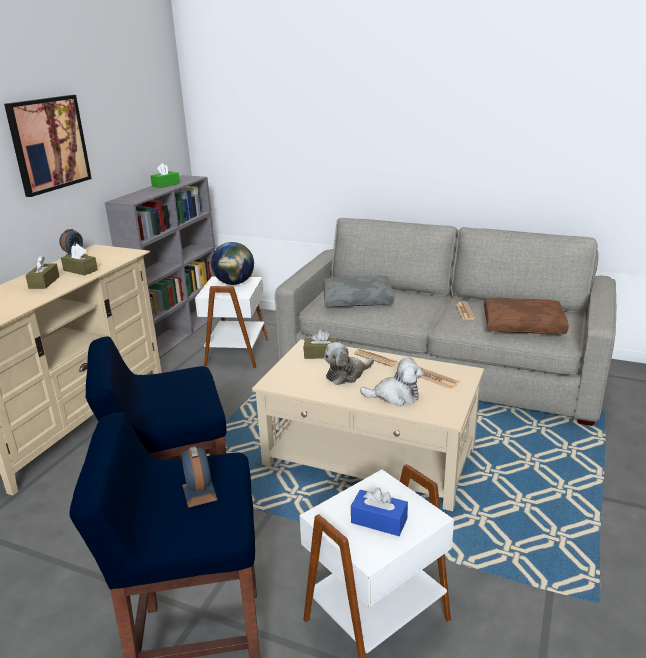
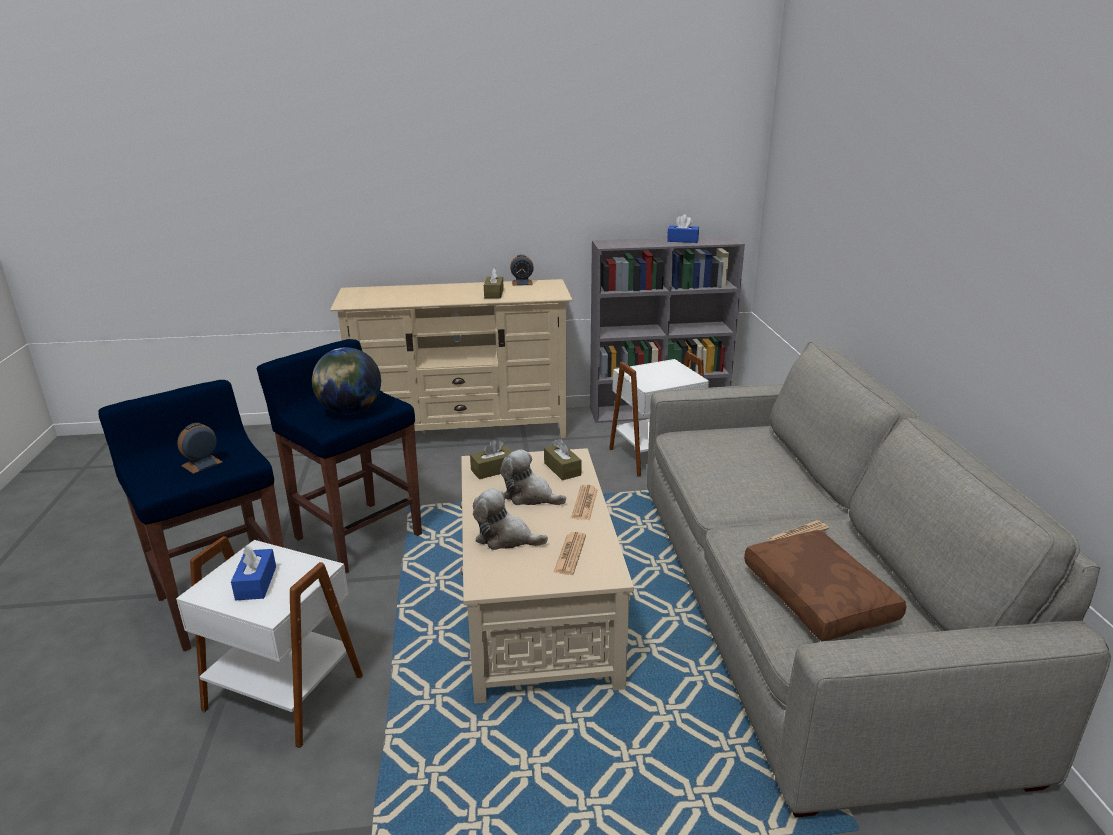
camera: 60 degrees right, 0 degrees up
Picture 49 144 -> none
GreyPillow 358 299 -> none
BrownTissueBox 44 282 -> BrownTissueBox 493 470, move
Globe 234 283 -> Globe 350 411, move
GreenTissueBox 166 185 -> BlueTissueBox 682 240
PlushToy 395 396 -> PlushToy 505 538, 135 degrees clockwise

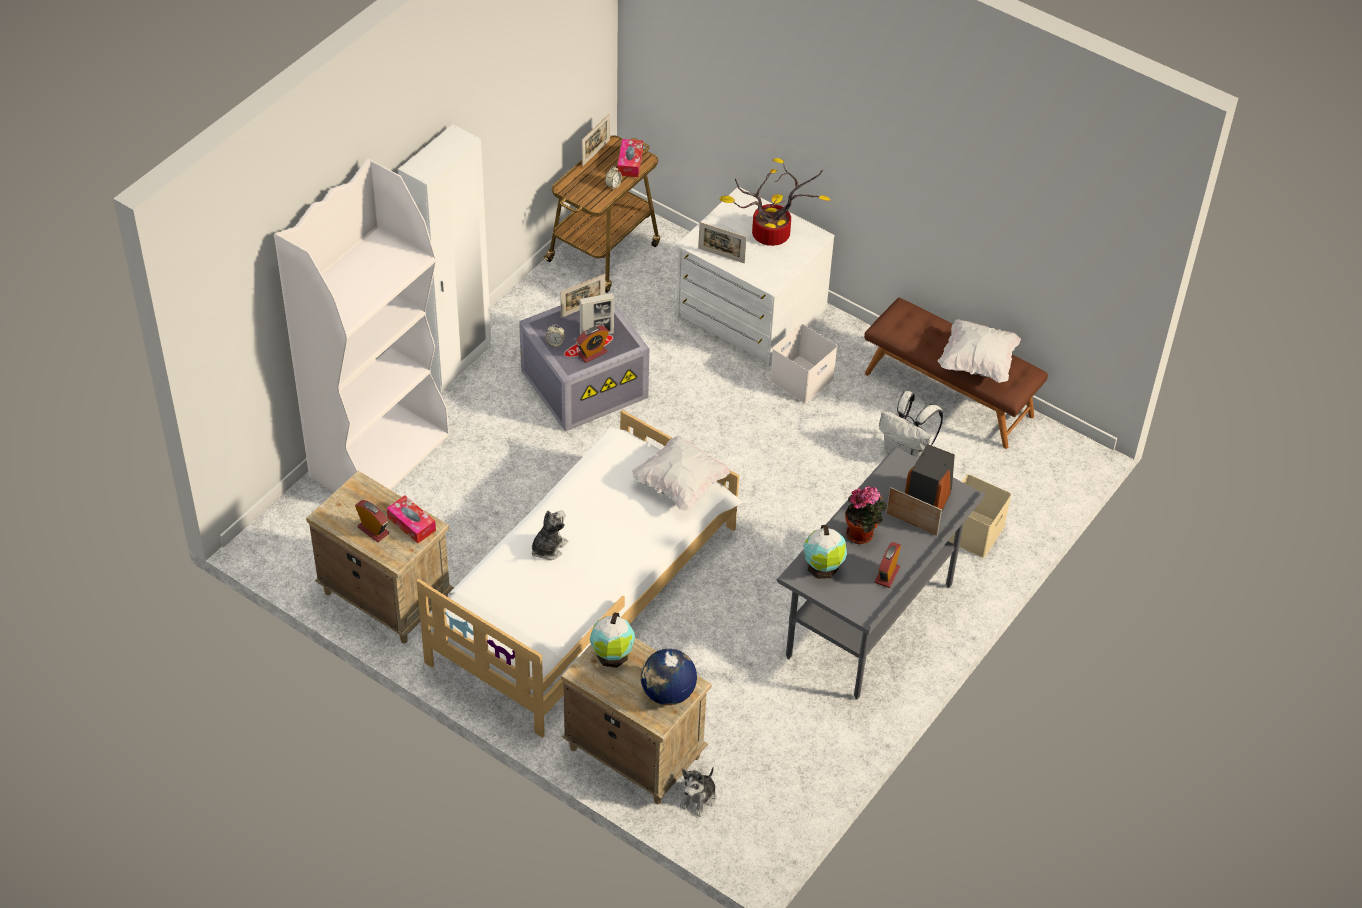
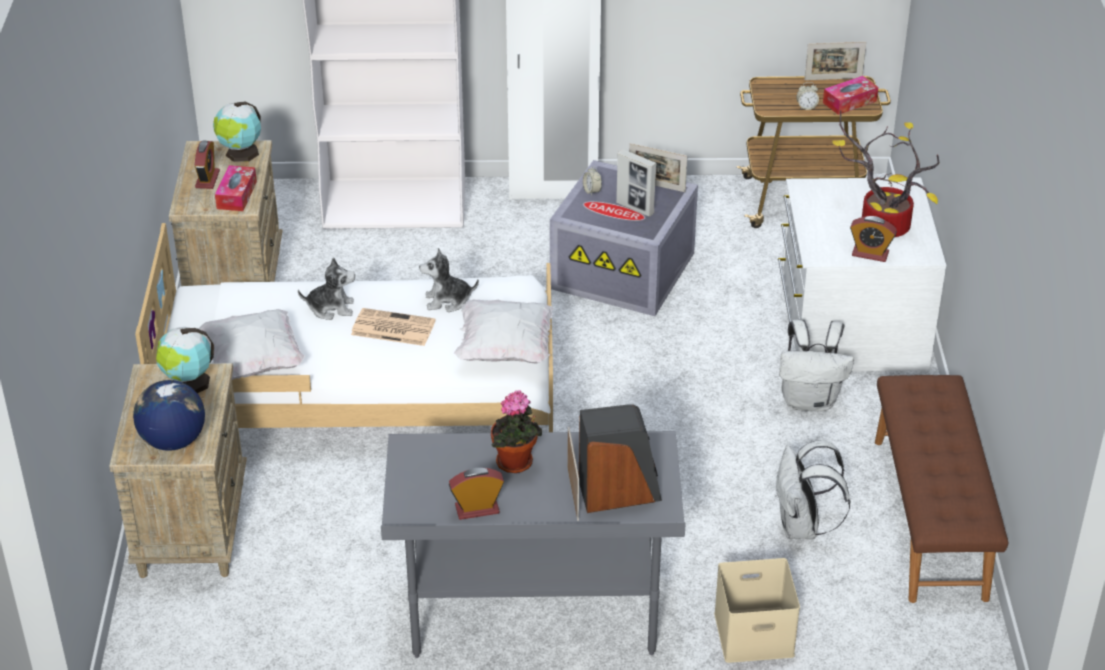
camera: 55 degrees right, 10 degrees down
PictureFrame 721 255 -> none
none -> Newspaper 392 328
AlarmClock 592 353 -> AlarmClock 870 254, move
PlushToy 699 798 -> PlushToy 447 301, move
Globe 823 568 -> Globe 240 153, move
WhitePillow 977 363 -> WhitePillow 253 362, move
WhiteStorageBox 801 378 -> WhiteBackpack 810 401

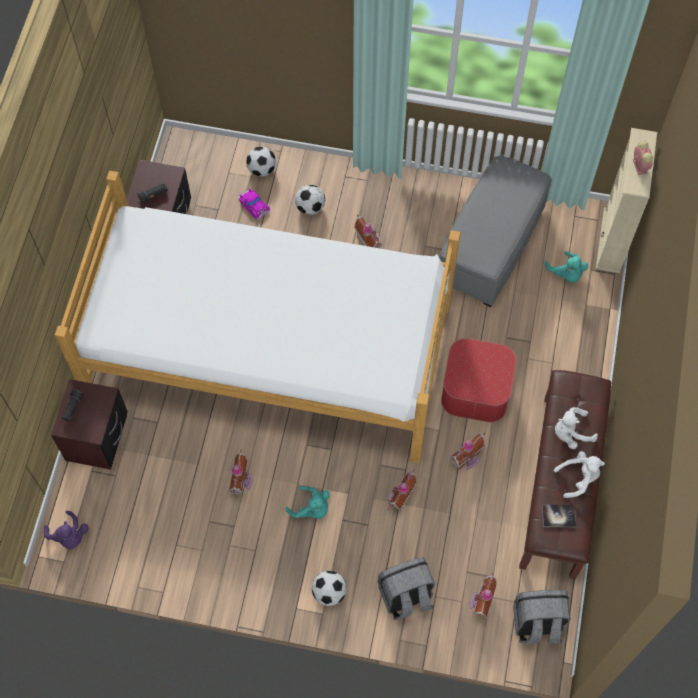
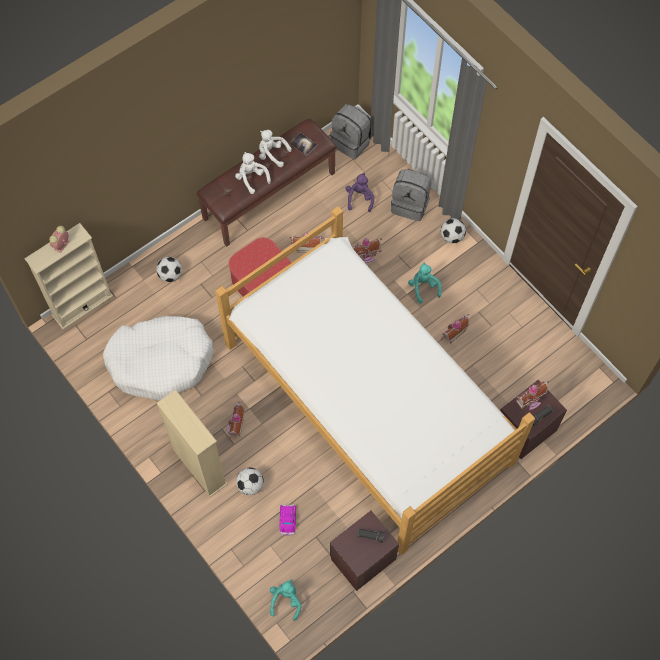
camera: 140 degrees left, 0 degrees up
none -> BeigeBookcase 199 466
PurplePlushToy 69 536 -> PurplePlushToy 359 198, move
Football 262 169 -> Football 170 275, move
ToyHouse 480 602 -> ToyHouse 530 402, move
TurquoisePlushToy 566 274 -> TurquoisePlushToy 286 600, move
GreyOttoman 490 246 -> WhiteDogBed 161 361
WhitePlushToy 571 433 -> WhitePlushToy 251 178, 150 degrees counterclockwise

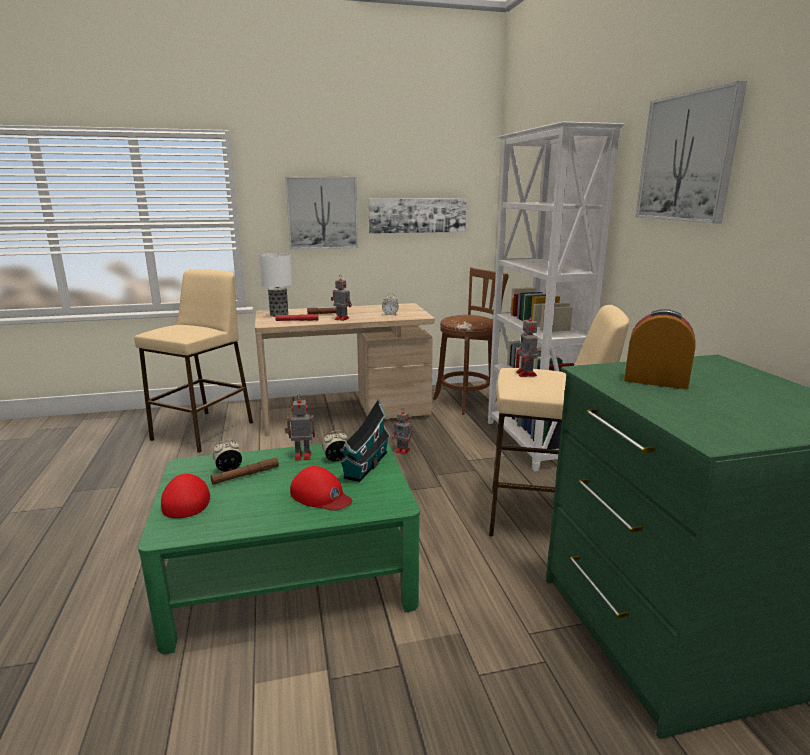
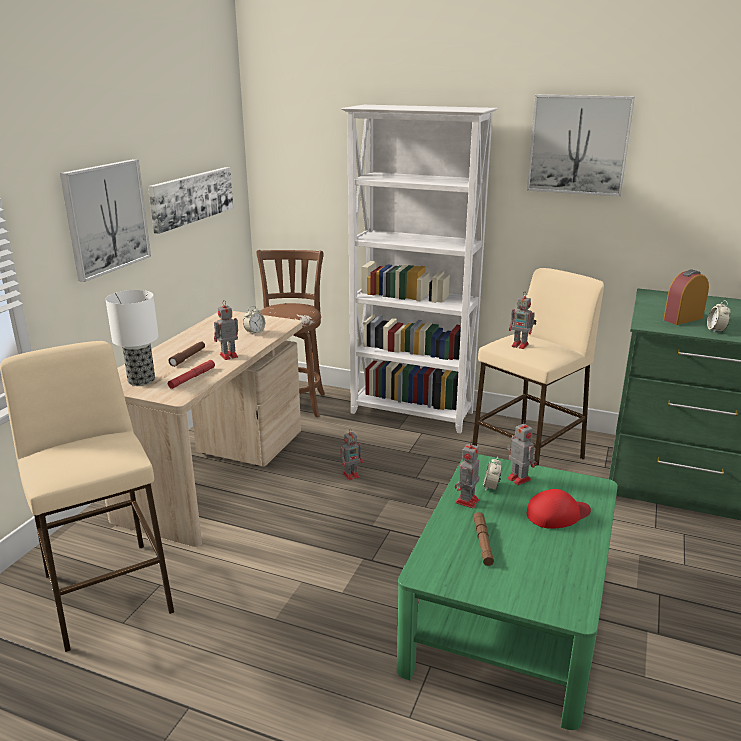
camera: 55 degrees left, 5 degrees up
RedCap 187 499 -> none
AlarmClock 228 469 -> AlarmClock 716 330, move
ToyHouse 365 466 -> ToyRobot 518 478

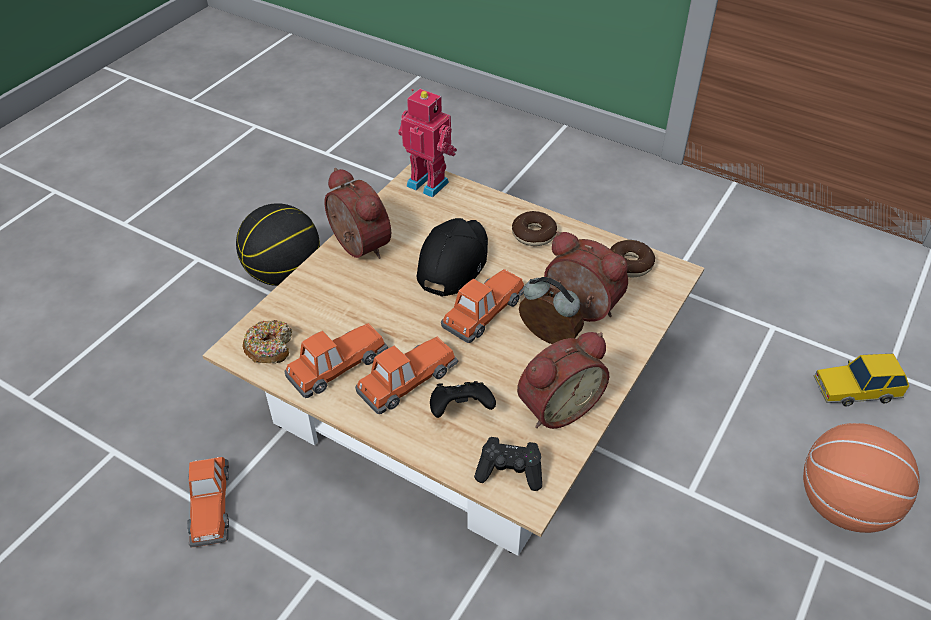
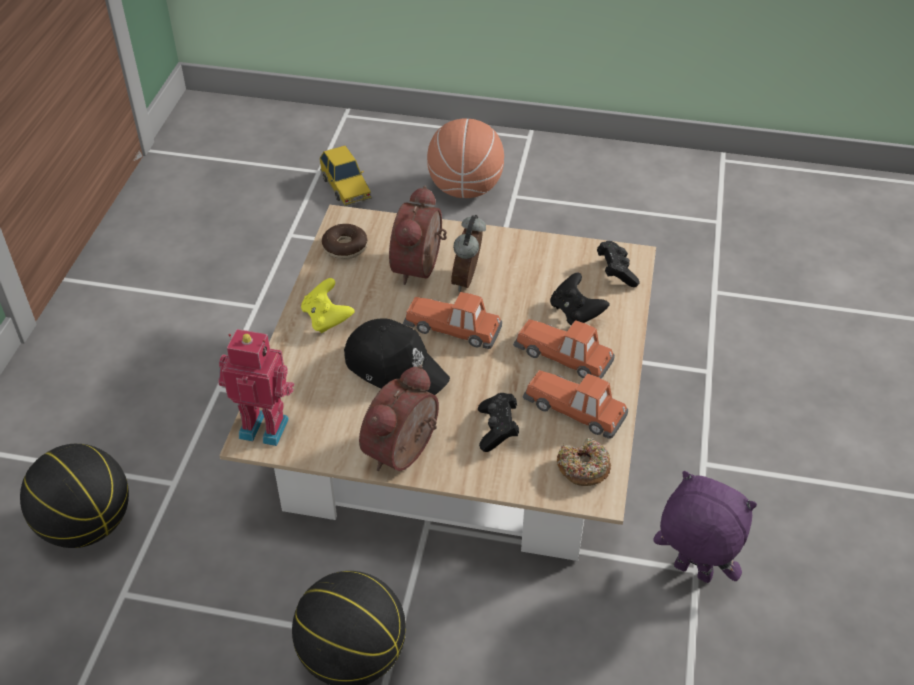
camera: 110 degrees left, 0 degrees up
AlarmClock 556 406 -> none
none -> Basketball 87 524
none -> BlackGameController 497 429
ToyCar 209 504 -> PurplePlushToy 691 573
Donut 533 234 -> YellowGameController 327 318
ToyRobot 429 182 -> ToyRobot 265 425, 90 degrees clockwise
BlackCap 453 262 -> BlackCap 395 367, 150 degrees counterclockwise

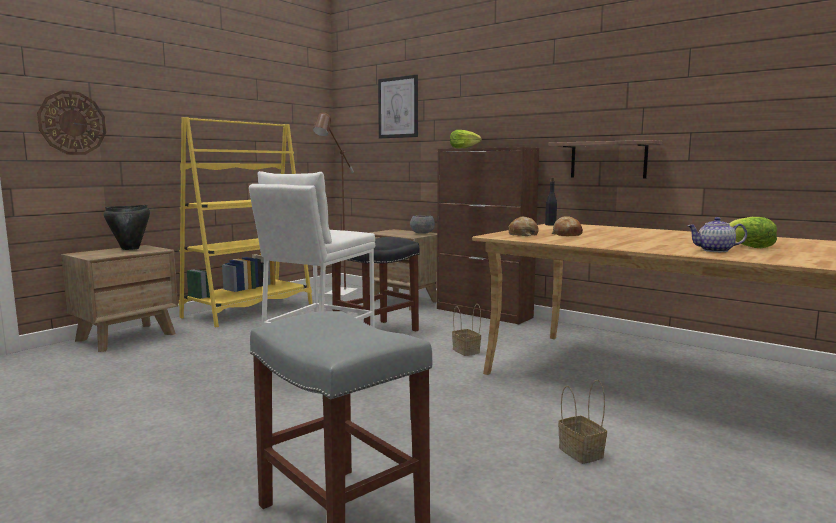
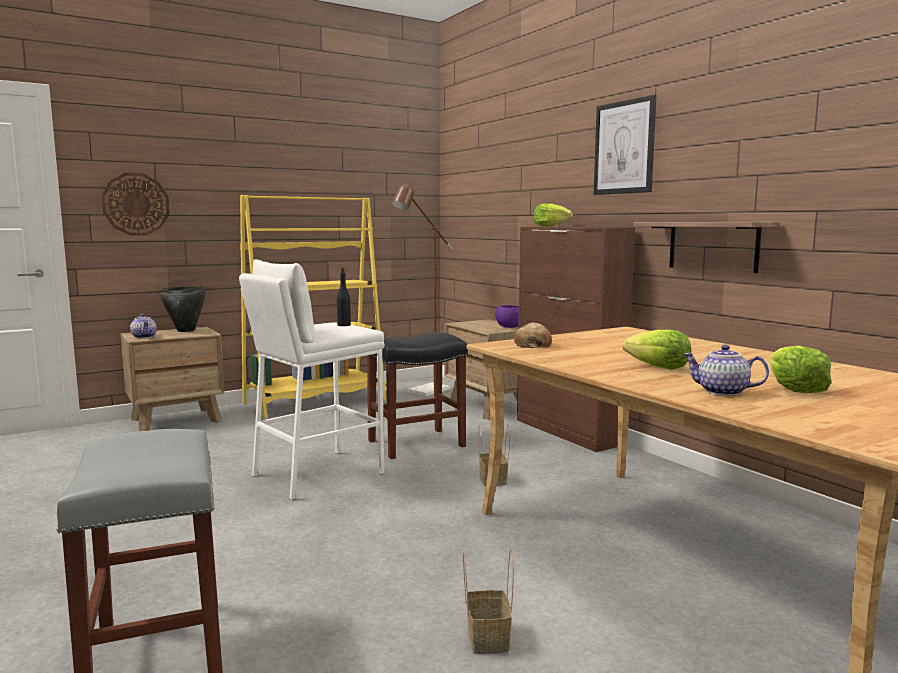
camera: 20 degrees right, 0 degrees up
Bread 566 234 -> none
none -> Teapot 144 337
none -> Lettuce 658 367
Picture 398 107 -> Picture 624 147, move
BlackBottle 550 224 -> BlackBottle 344 325, move
GreyBowl 422 233 -> PurpleBowl 510 327

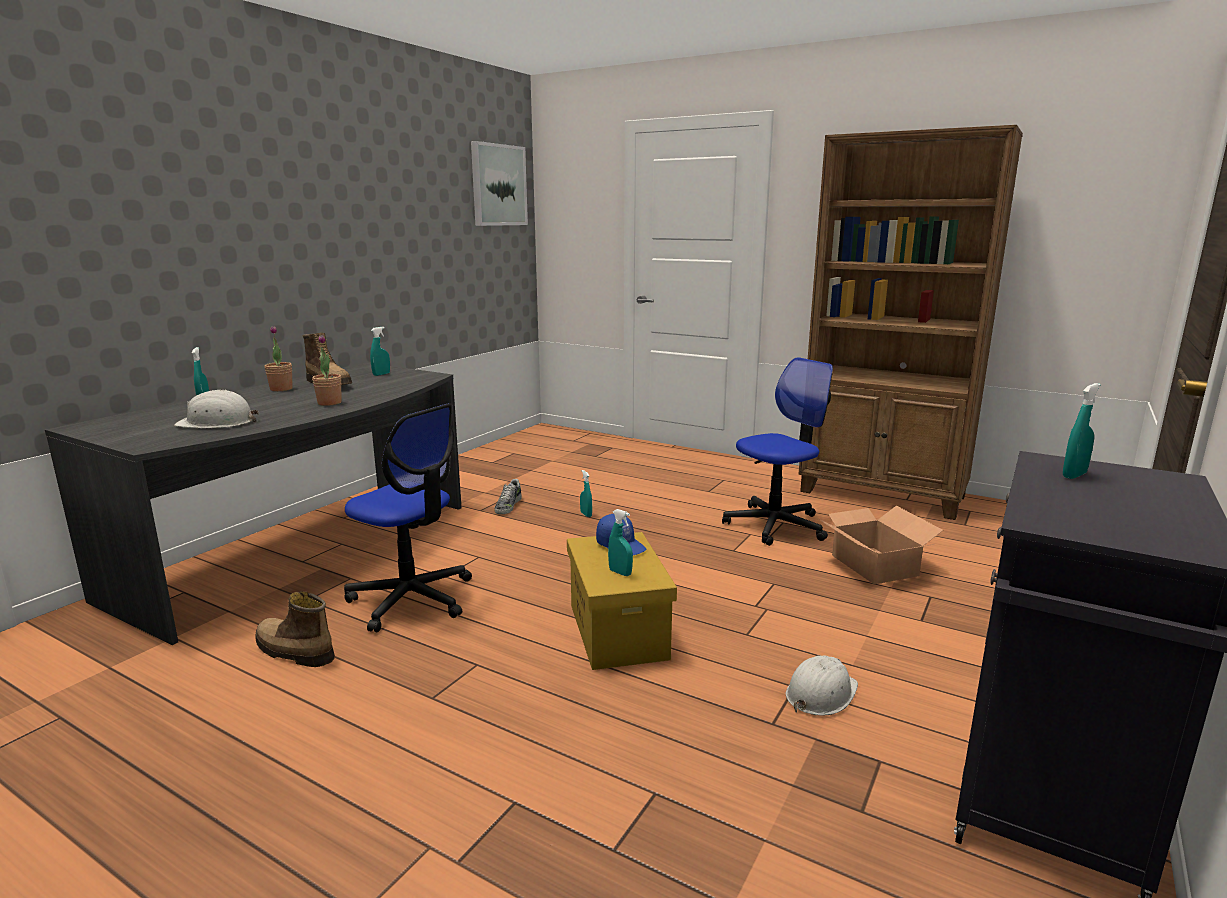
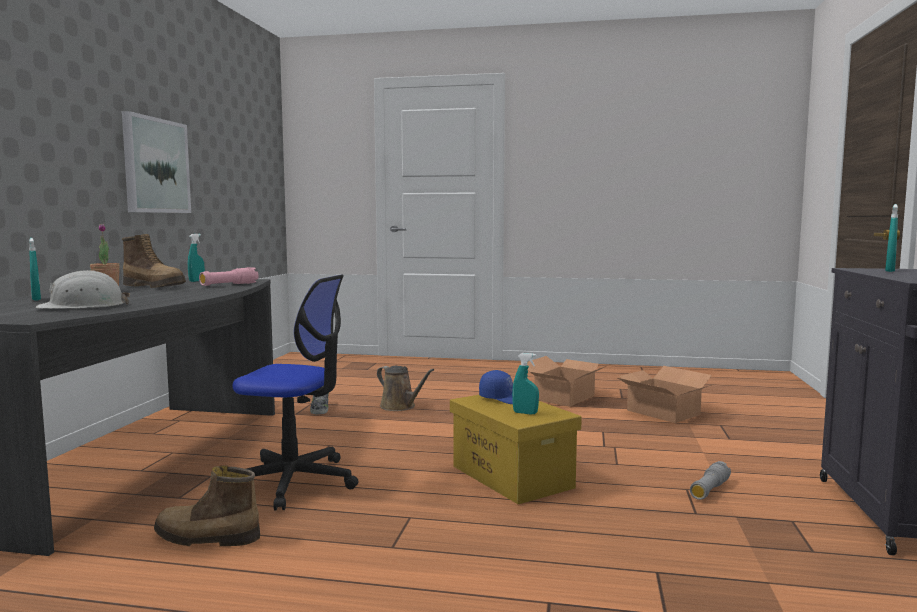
camera: 20 degrees left, 10 degrees down
PottedPlant 329 403 -> none
BrownBookcase 882 494 -> none
none -> PinkFlashlight 229 285
Picture 498 185 -> Picture 155 166, move
TurquoiseSprayBottle 586 514 -> BrownWateringCan 400 407
OfficeChair 775 525 -> CardboardBox 565 397
WhiteHardHat 820 693 -> GreyFlashlight 709 490

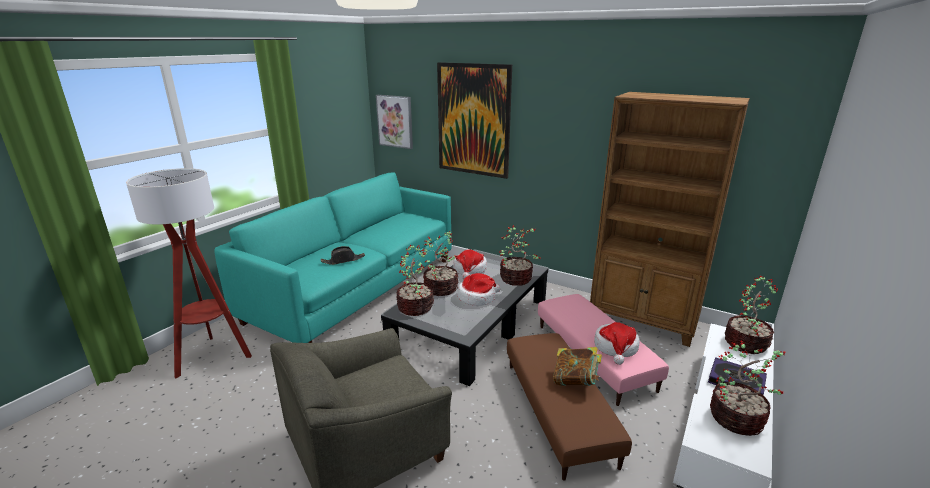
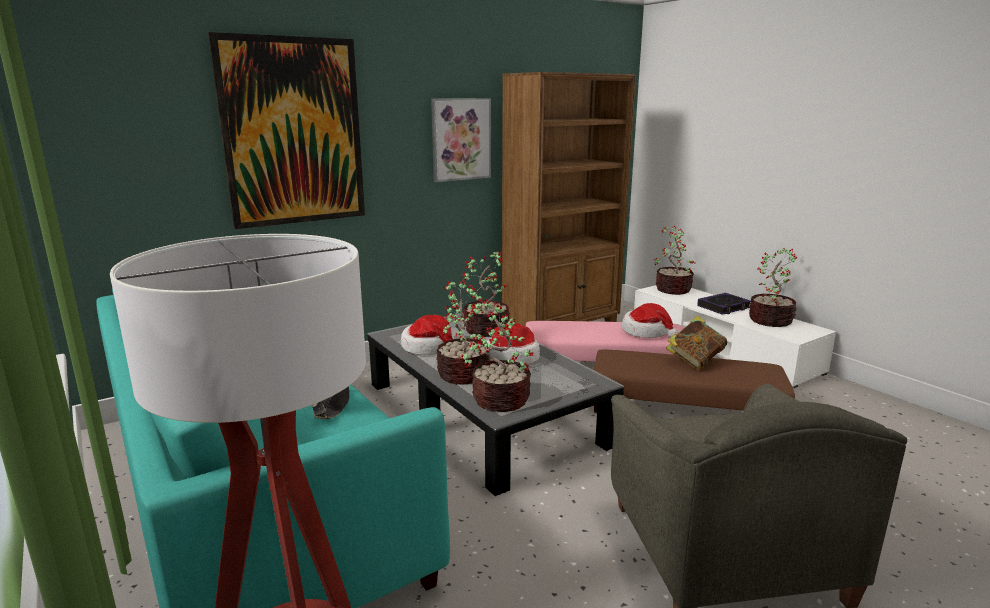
camera: 65 degrees left, 5 degrees down
Picture 395 121 -> Picture 460 139, move

